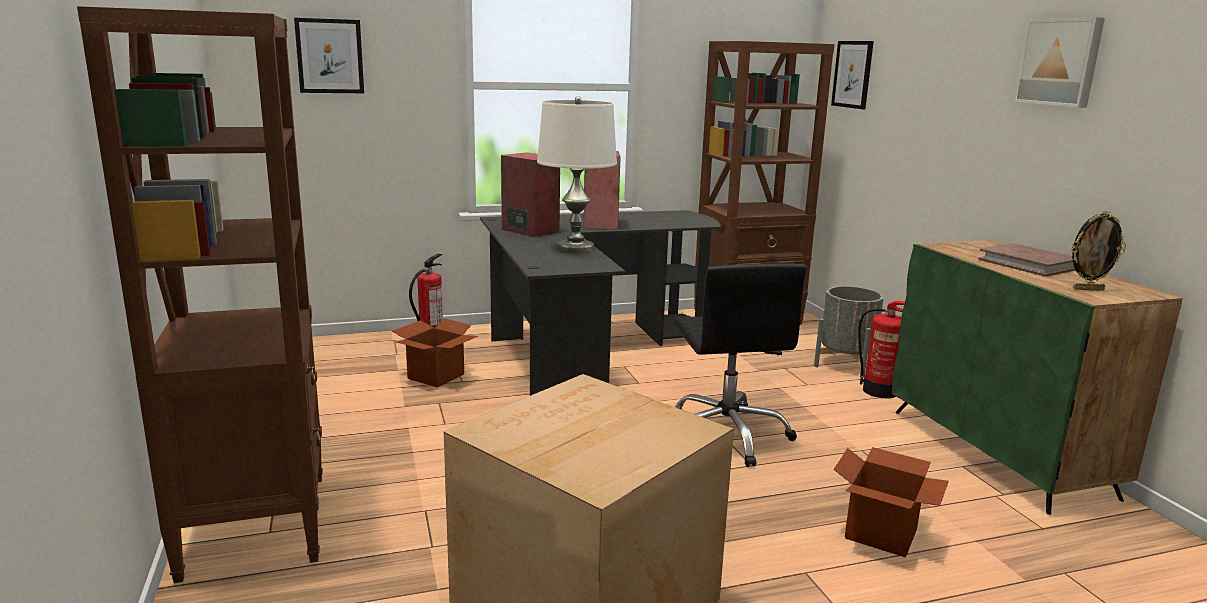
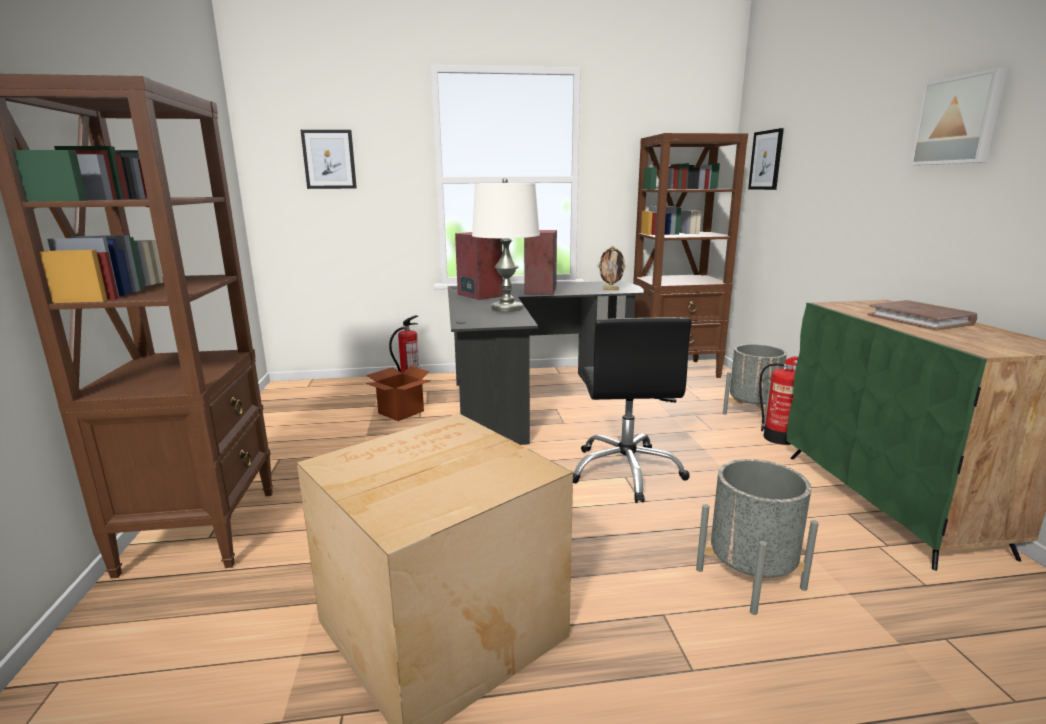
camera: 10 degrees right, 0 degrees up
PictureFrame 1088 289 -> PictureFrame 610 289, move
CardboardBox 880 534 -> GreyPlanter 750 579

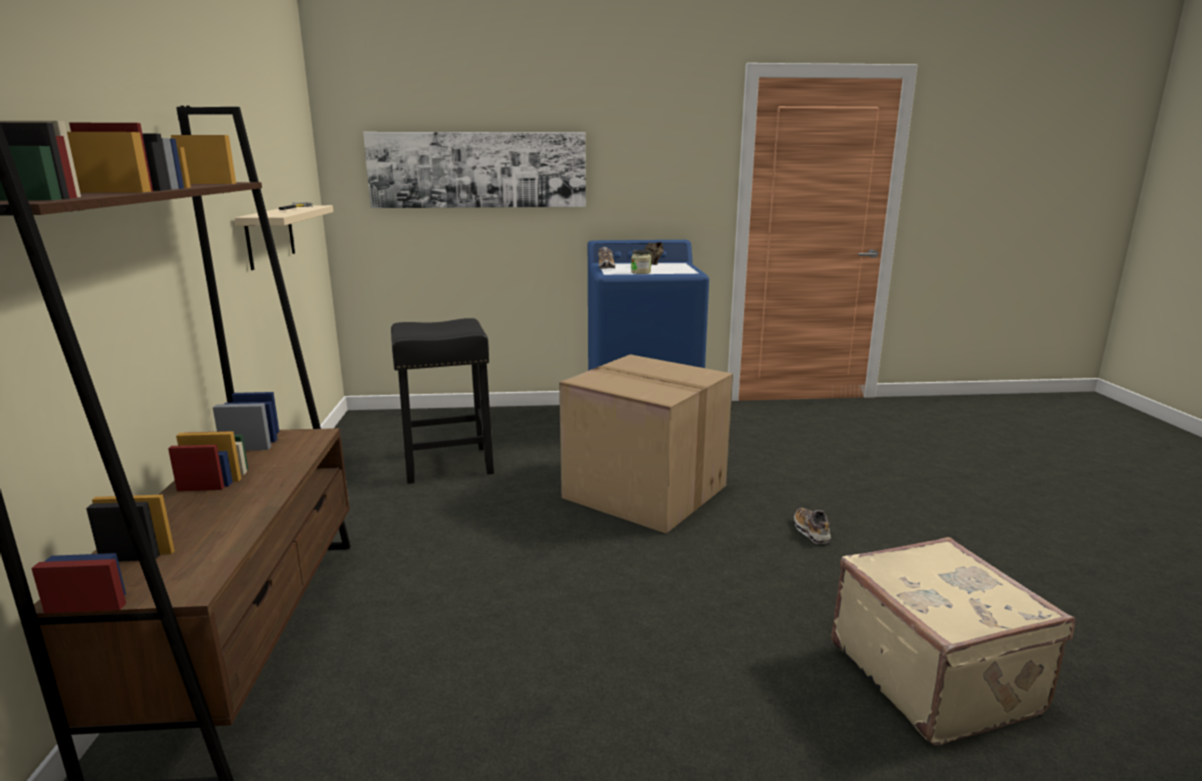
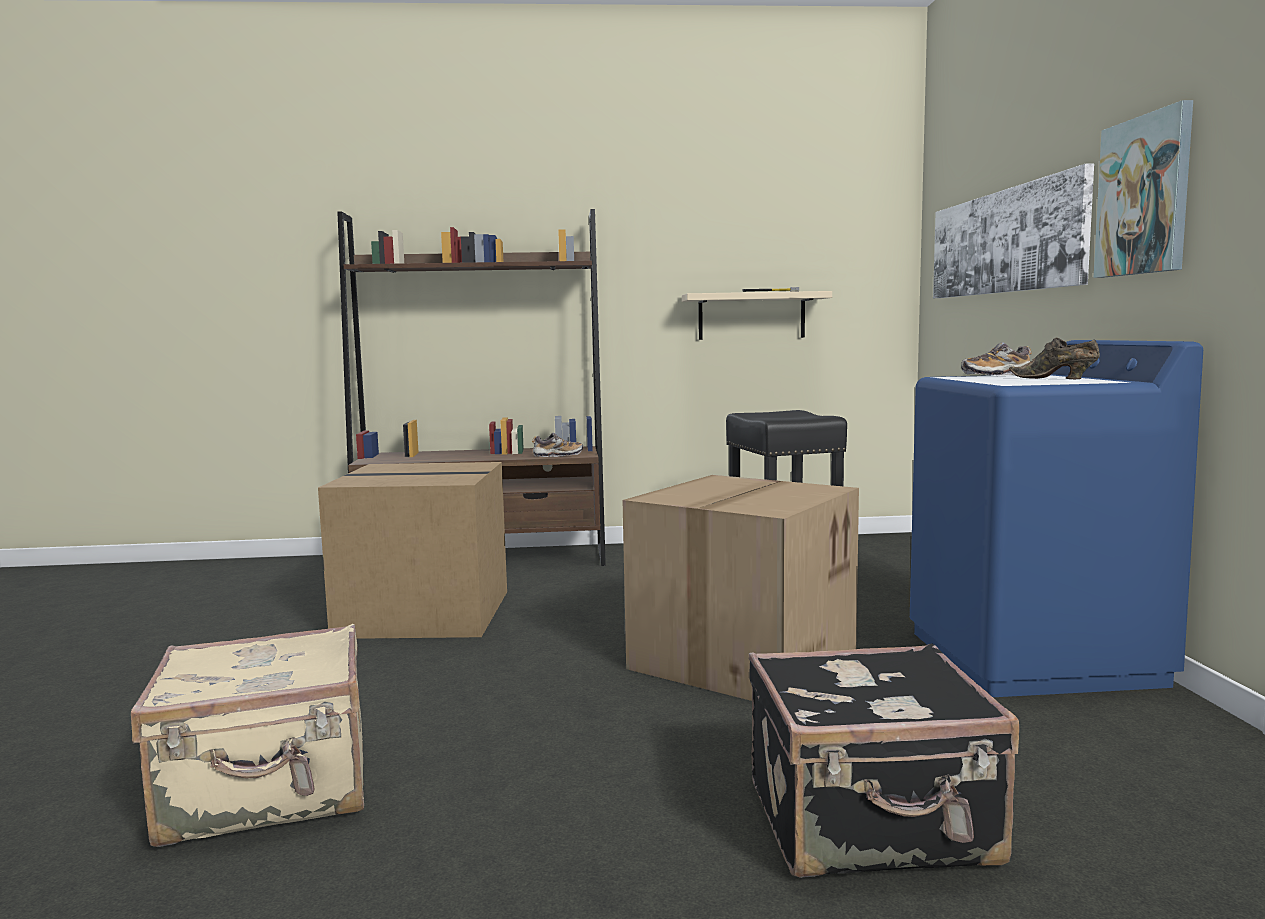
camera: 90 degrees right, 10 degrees down
Jar 641 272 -> none
none -> CardboardBox 427 612
none -> BlackSuitcase 871 825
none -> Picture 1144 196
Shoe 811 532 -> Shoe 557 455, move

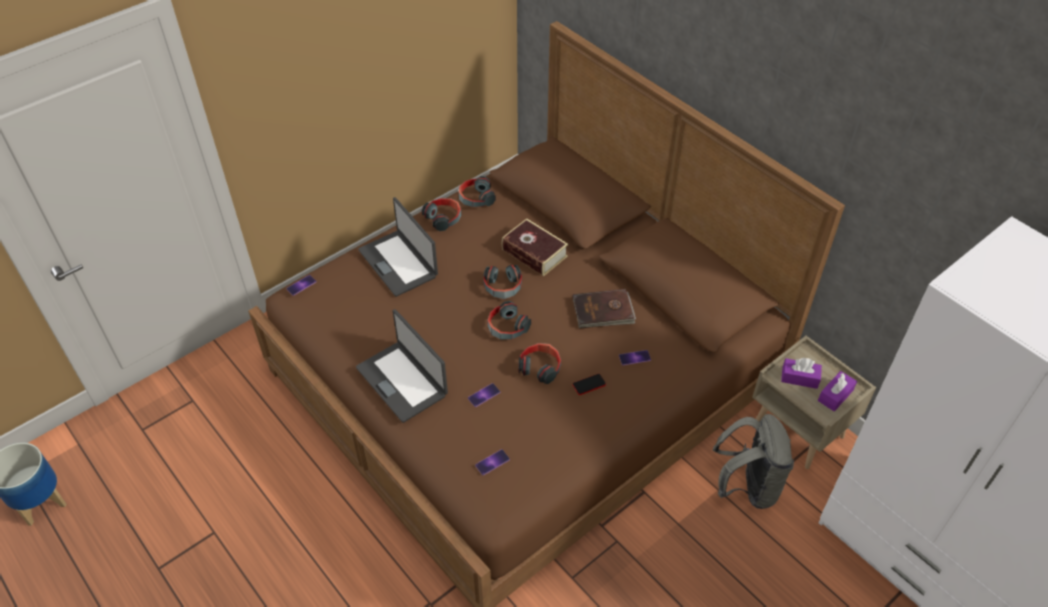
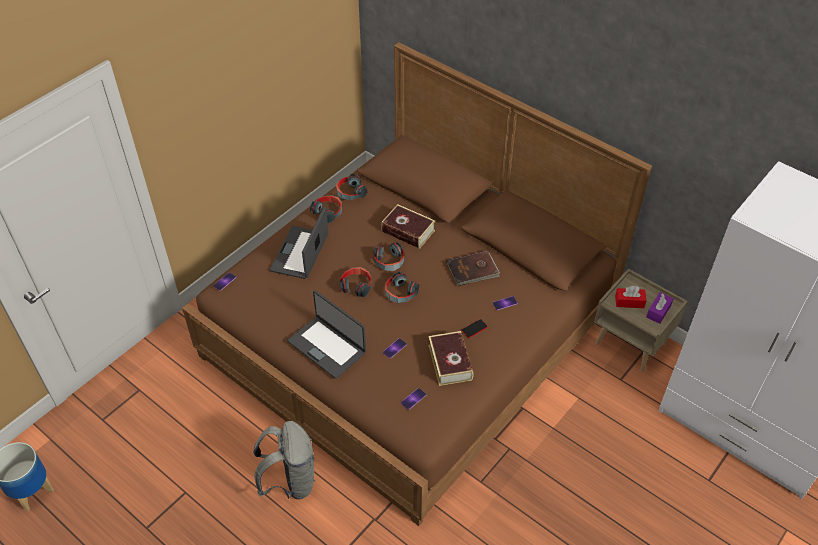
camera: 10 degrees left, 0 degrees up
none -> Book 450 362
Headphones 540 367 -> Headphones 356 286, move
GreyBackpack 747 486 -> GreyBackpack 290 481, move
PurpleTissueBox 799 378 -> RedTissueBox 629 302
Laptop 399 263 -> Laptop 300 253, 60 degrees clockwise

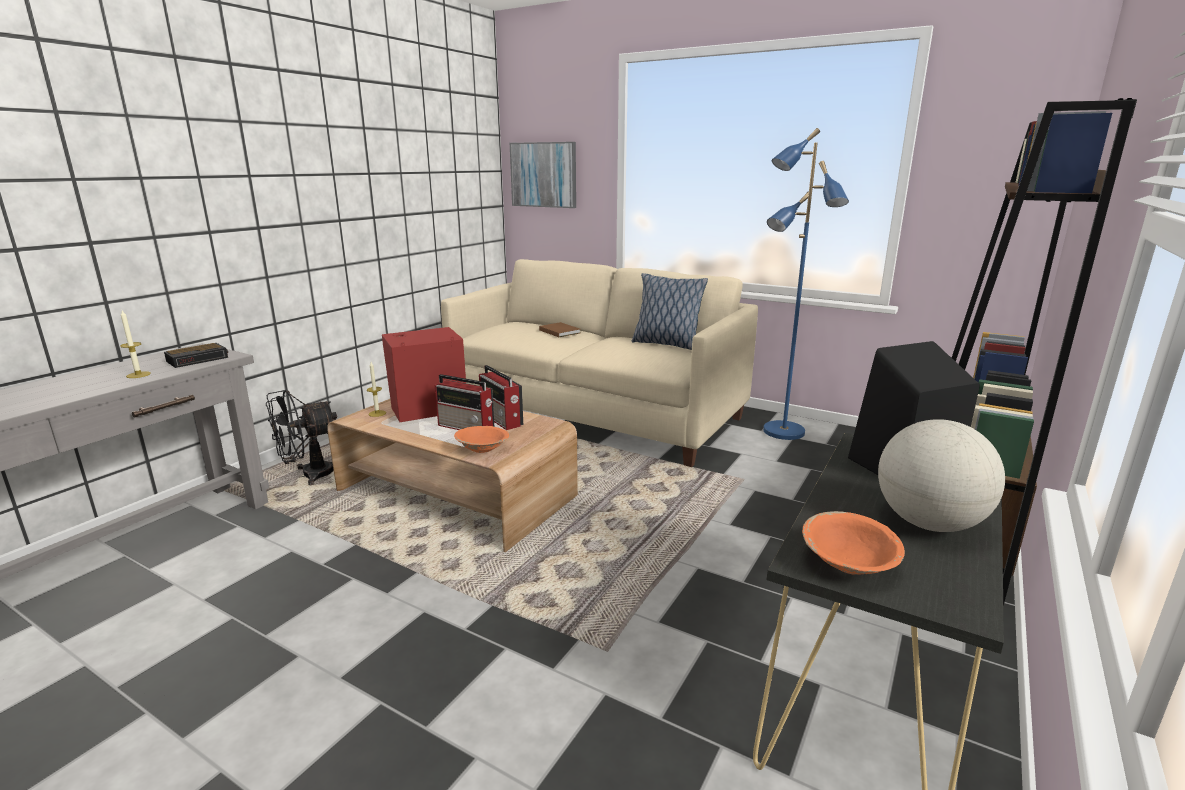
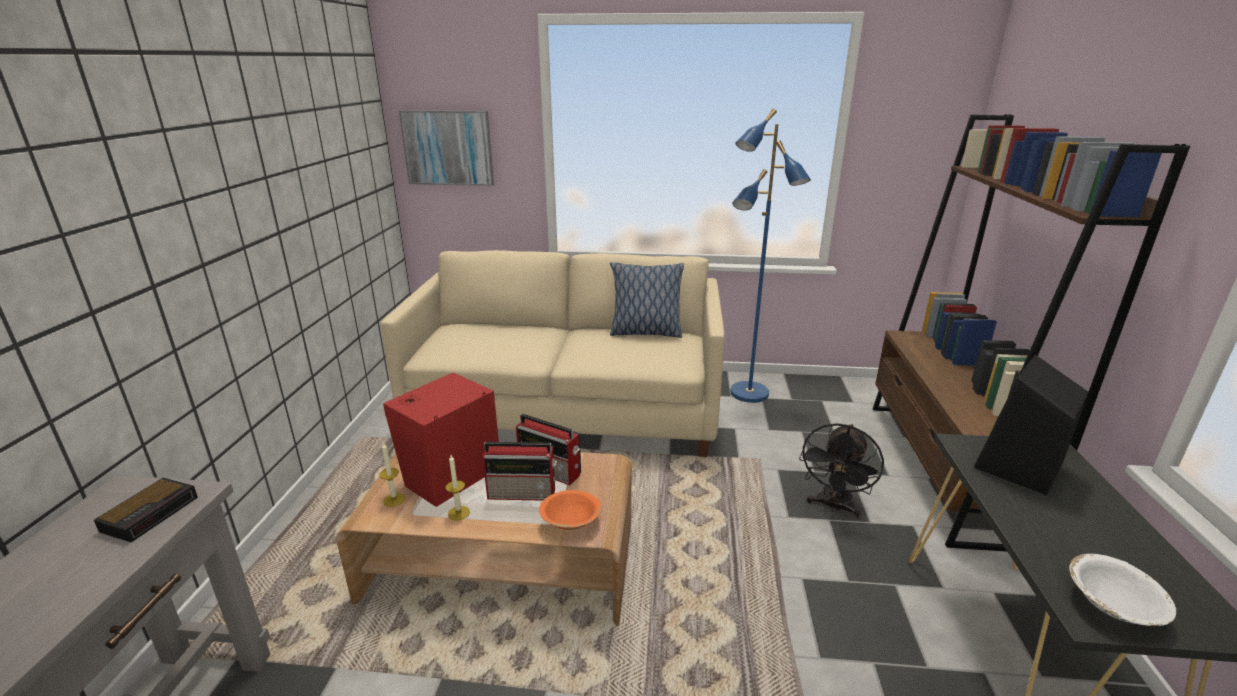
camera: 25 degrees left, 5 degrees up
BrownBook 559 331 -> none
Globe 928 523 -> none
Candle 138 375 -> Candle 458 513, move
BlackFan 309 476 -> BlackFan 833 506, move
OrangeBowl 848 563 -> WhiteBowl 1112 606

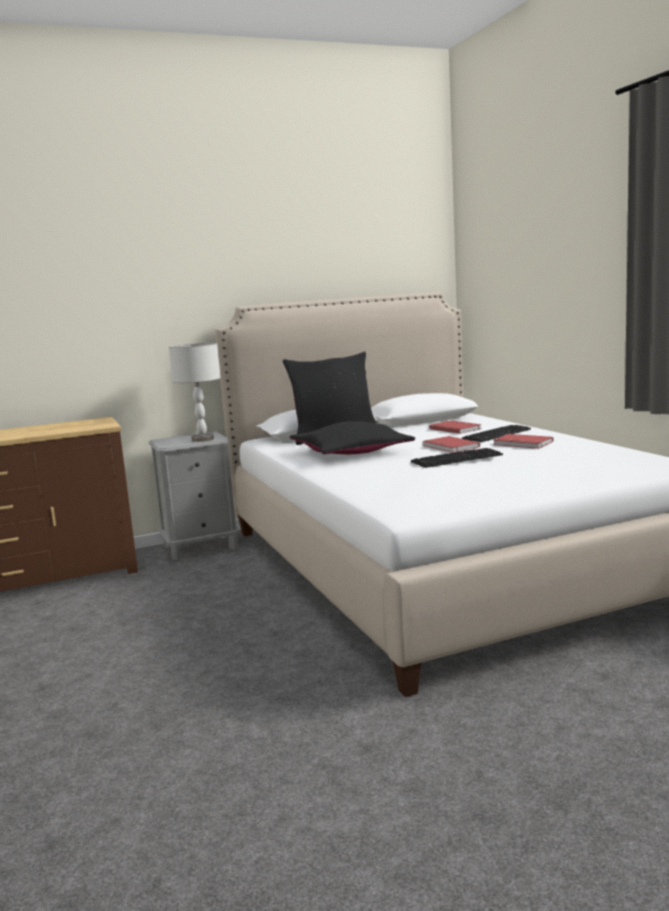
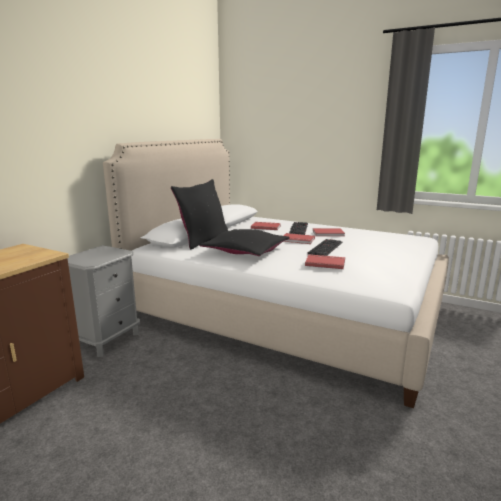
camera: 40 degrees left, 5 degrees up
GreyTableLamp 203 439 -> none
none -> RedBook 325 263

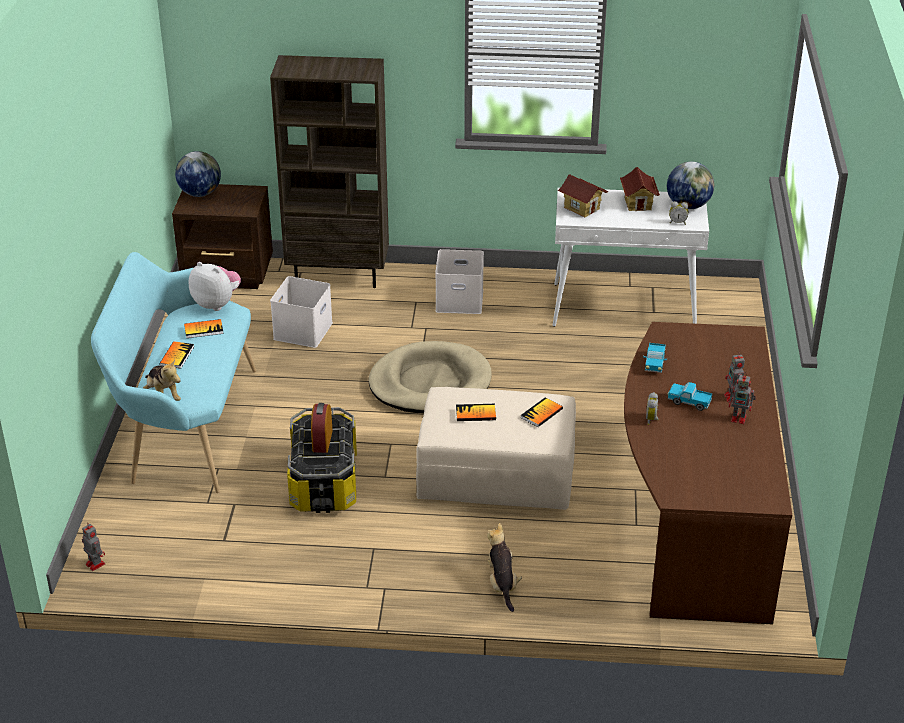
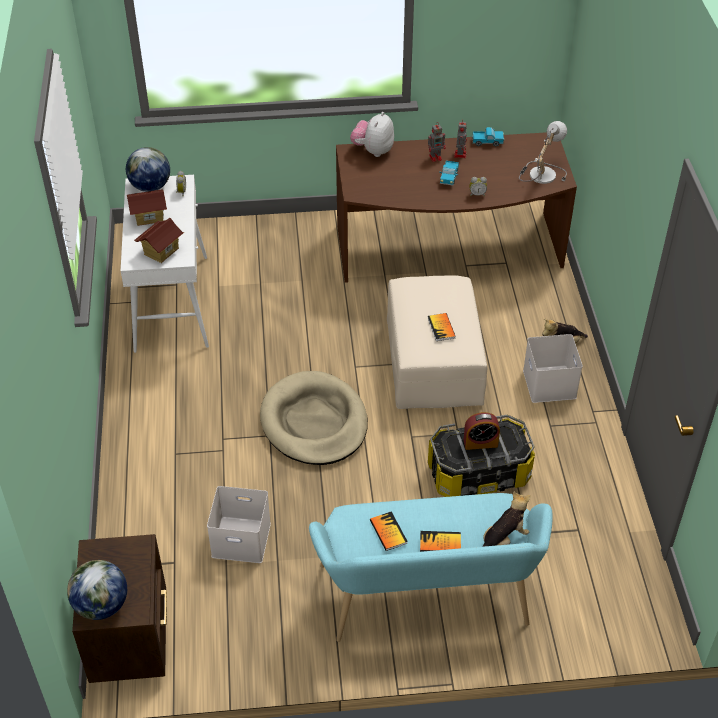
camera: 100 degrees left, 10 degrees up
ToyRobot 95 563 -> none
BrownBookcase 339 275 -> none
Book 541 413 -> none
none -> TableLamp 540 173
PlushToy 217 303 -> PlushToy 373 151, move
WhiteStorageBox 460 300 -> WhiteStorageBox 548 383, move
ToyTruck 654 364 -> ToyTruck 487 142, move

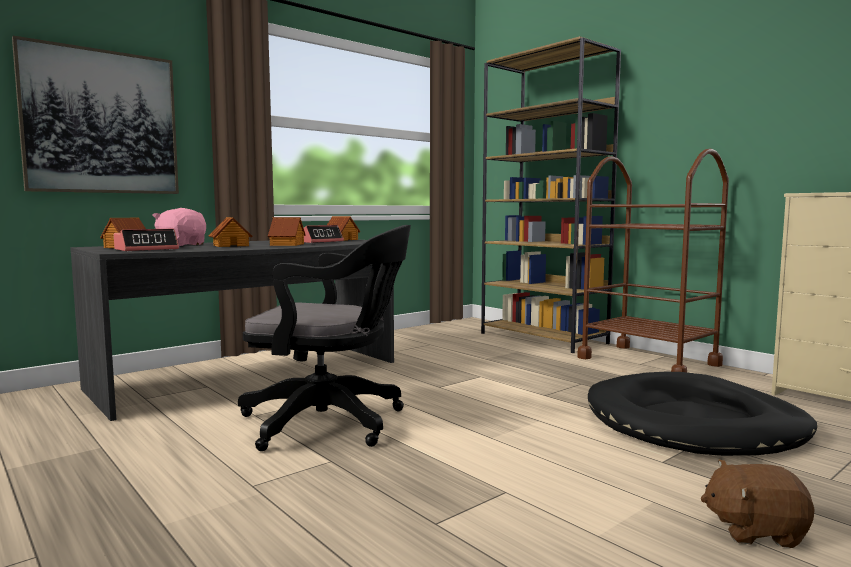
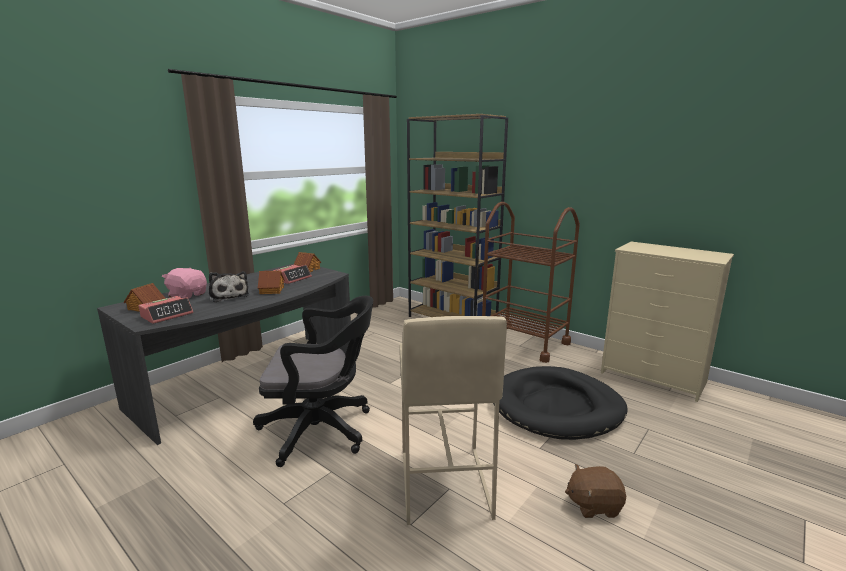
camera: 10 degrees left, 10 degrees up
Picture 101 122 -> none
none -> BeigeStool 443 484
ToyHouse 231 245 -> PlushToy 228 296

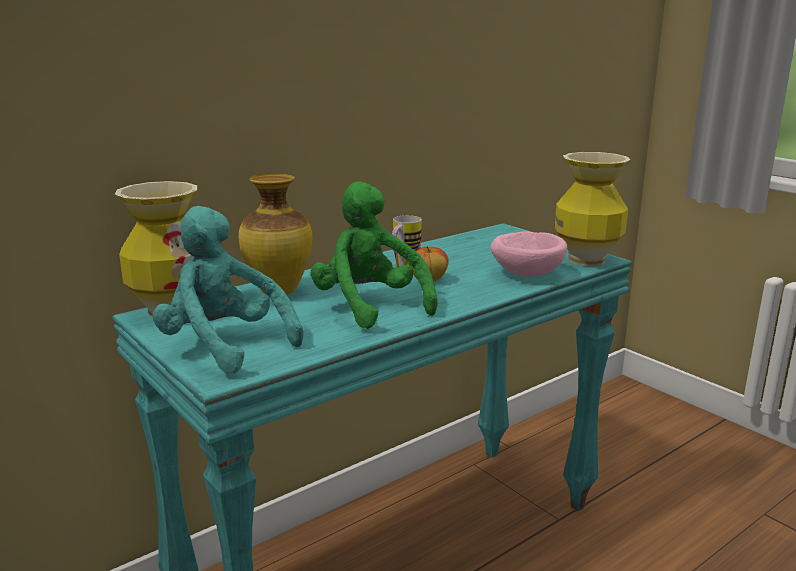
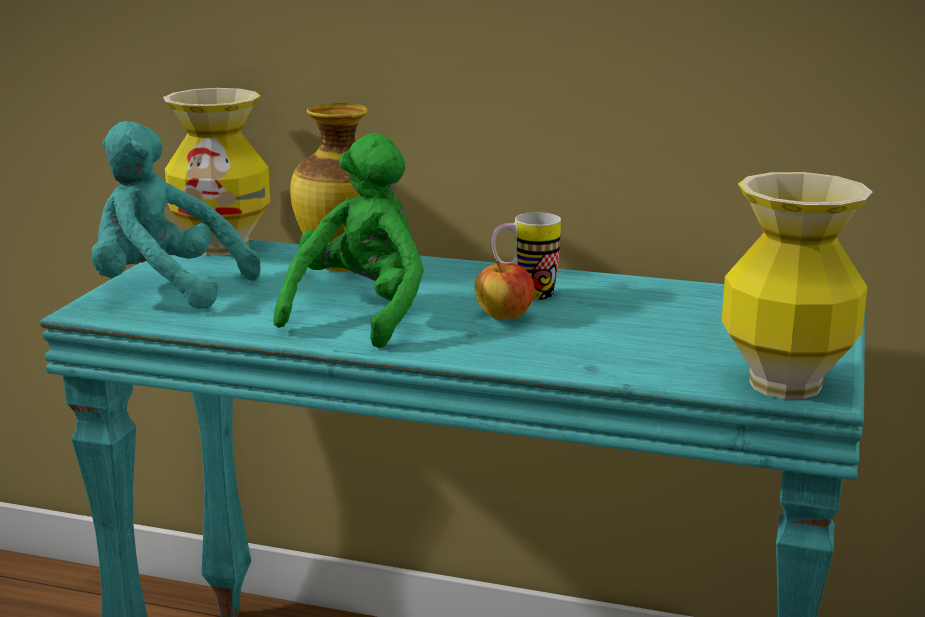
camera: 55 degrees right, 0 degrees up
PinkBowl 527 273 -> none
TurquoisePlushToy 224 345 -> TurquoisePlushToy 165 289, 75 degrees counterclockwise

